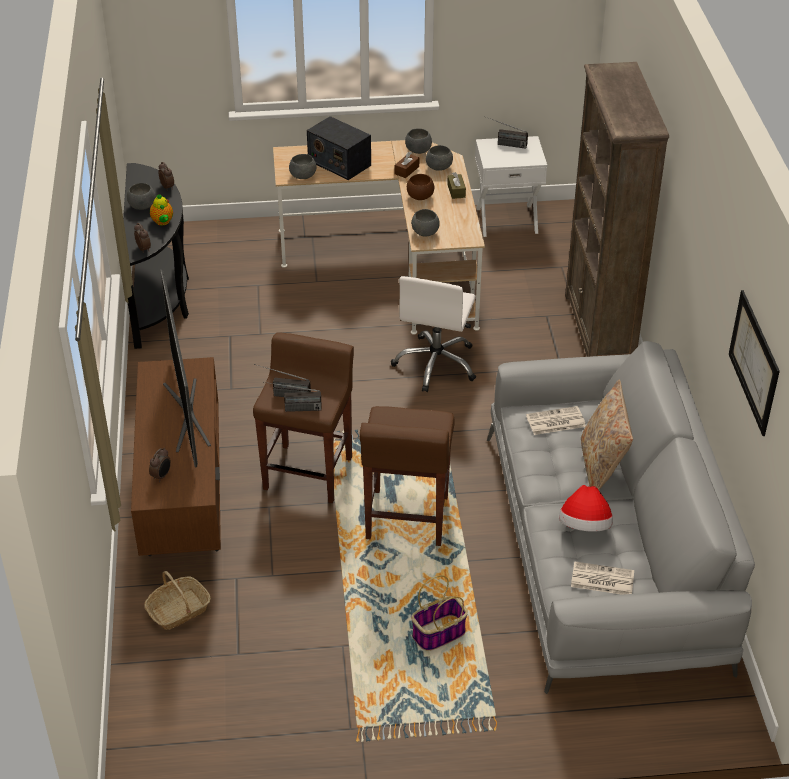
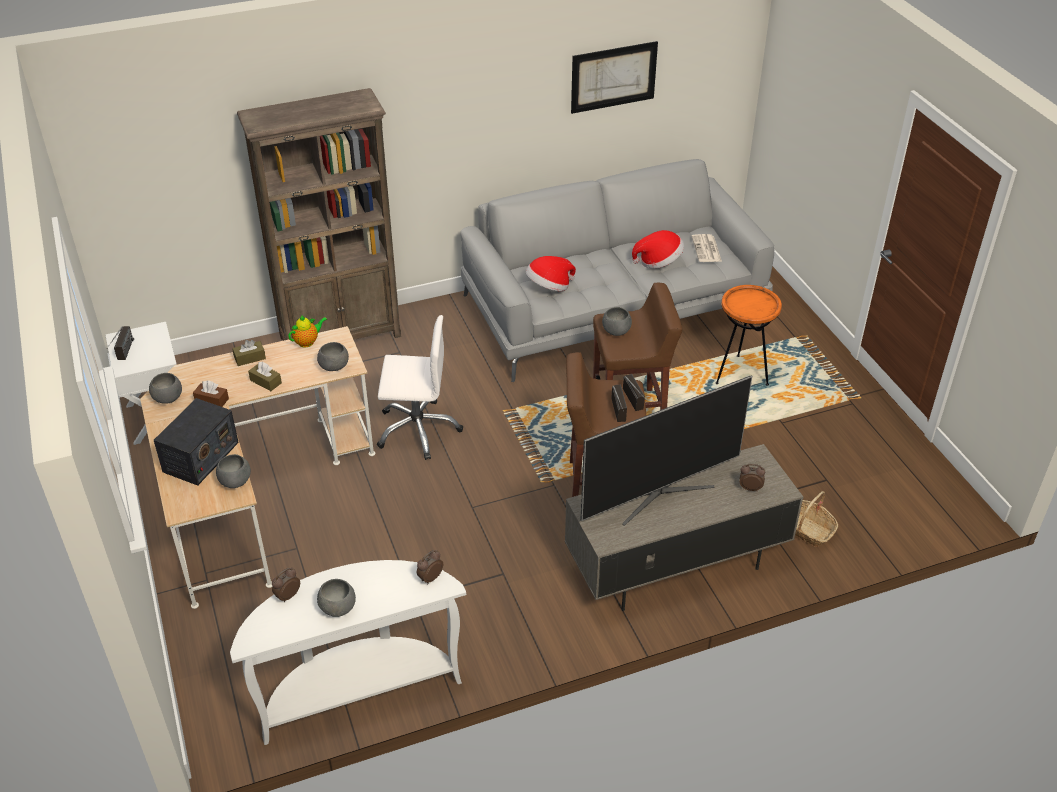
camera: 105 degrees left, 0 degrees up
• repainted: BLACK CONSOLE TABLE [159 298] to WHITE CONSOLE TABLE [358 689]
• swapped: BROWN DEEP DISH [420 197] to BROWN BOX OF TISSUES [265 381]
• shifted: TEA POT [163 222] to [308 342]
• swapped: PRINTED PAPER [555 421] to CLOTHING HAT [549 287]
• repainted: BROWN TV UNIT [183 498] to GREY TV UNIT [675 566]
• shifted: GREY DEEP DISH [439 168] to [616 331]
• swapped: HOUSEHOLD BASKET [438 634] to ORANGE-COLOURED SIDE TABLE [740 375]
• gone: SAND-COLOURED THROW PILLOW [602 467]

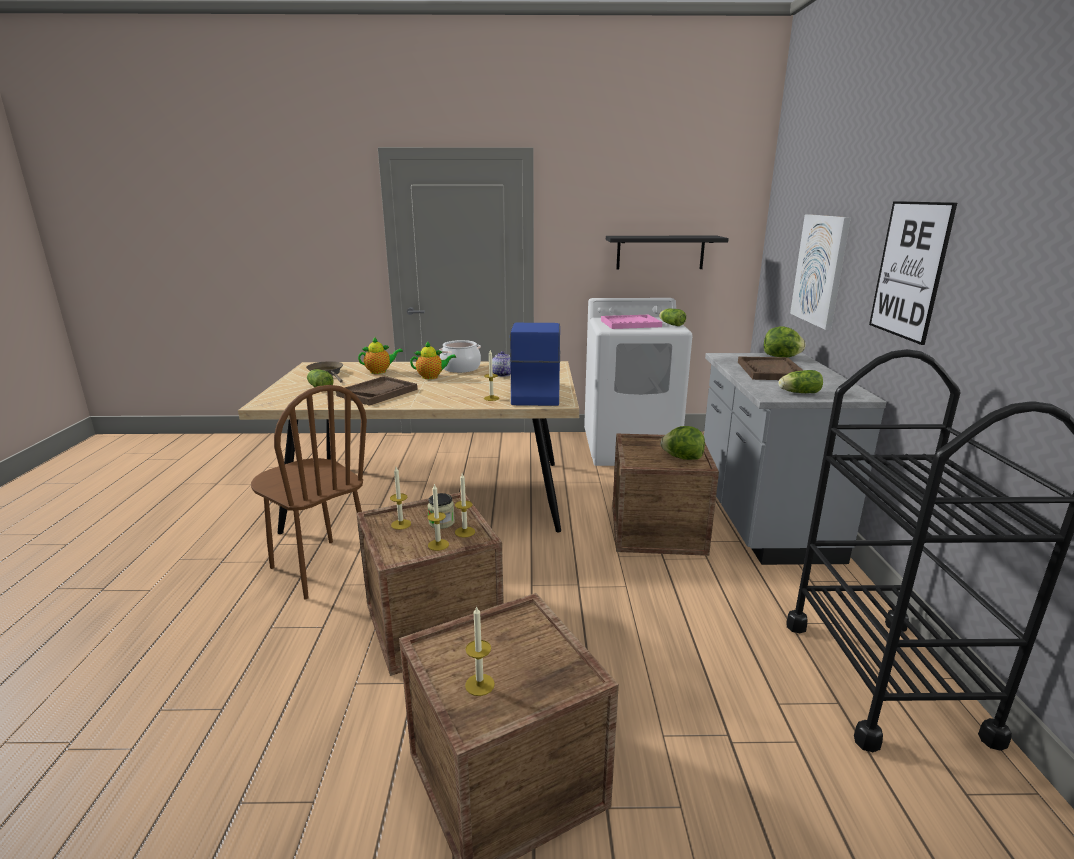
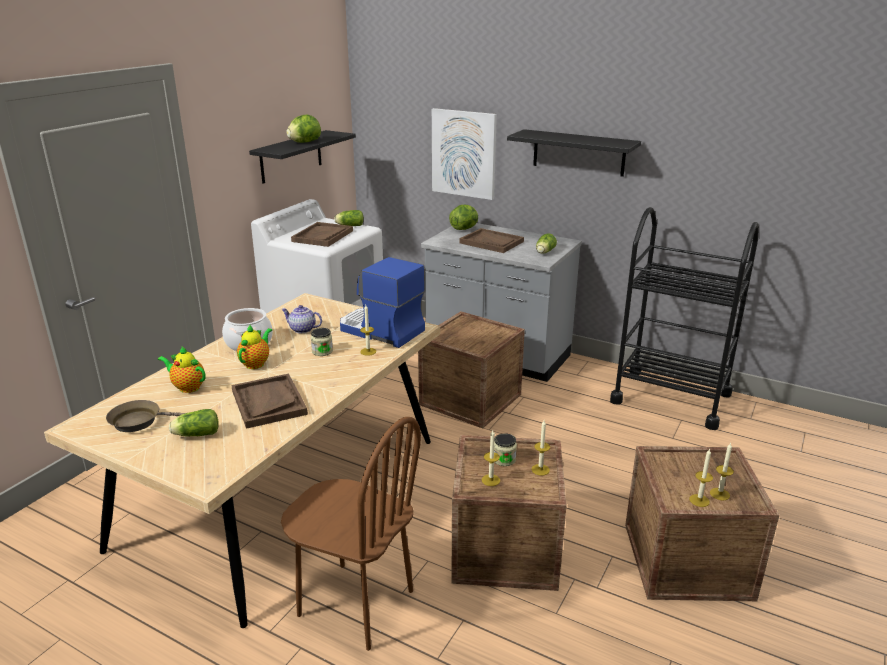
camera: 60 degrees left, 5 degrees up
• rotated: TEA POT [380 371] = [187 387] 75 degrees counterclockwise
• rotated: BROWN UPRIGHT CHAIR [320 567] = [355 604] 45 degrees clockwise
• shifted: HEAD OF LETTUCE [682 458] to [304 142]
• repainted: PINK-COLOURED SERVING TRAY [630 324] to BROWN SERVING TRAY [322 236]
• new: JAR [322 351]
• swapped: PICTURE [909 270] to BLACK SHELF [578 153]
• shifted: CANDLE [465 532] to [699 500]

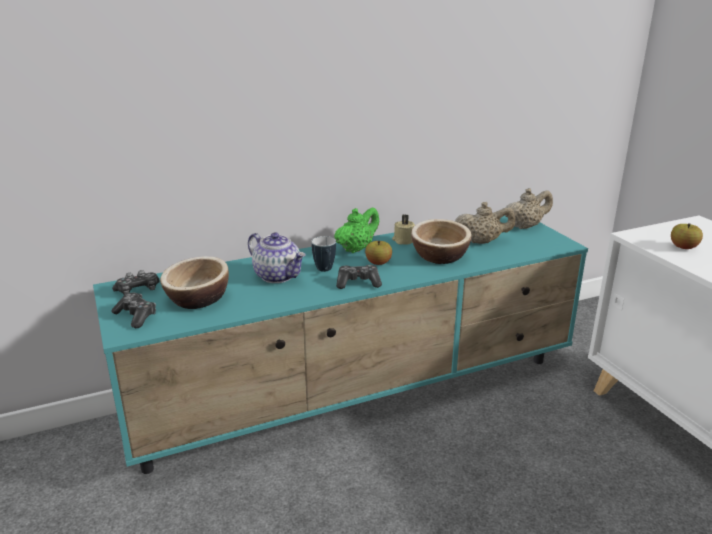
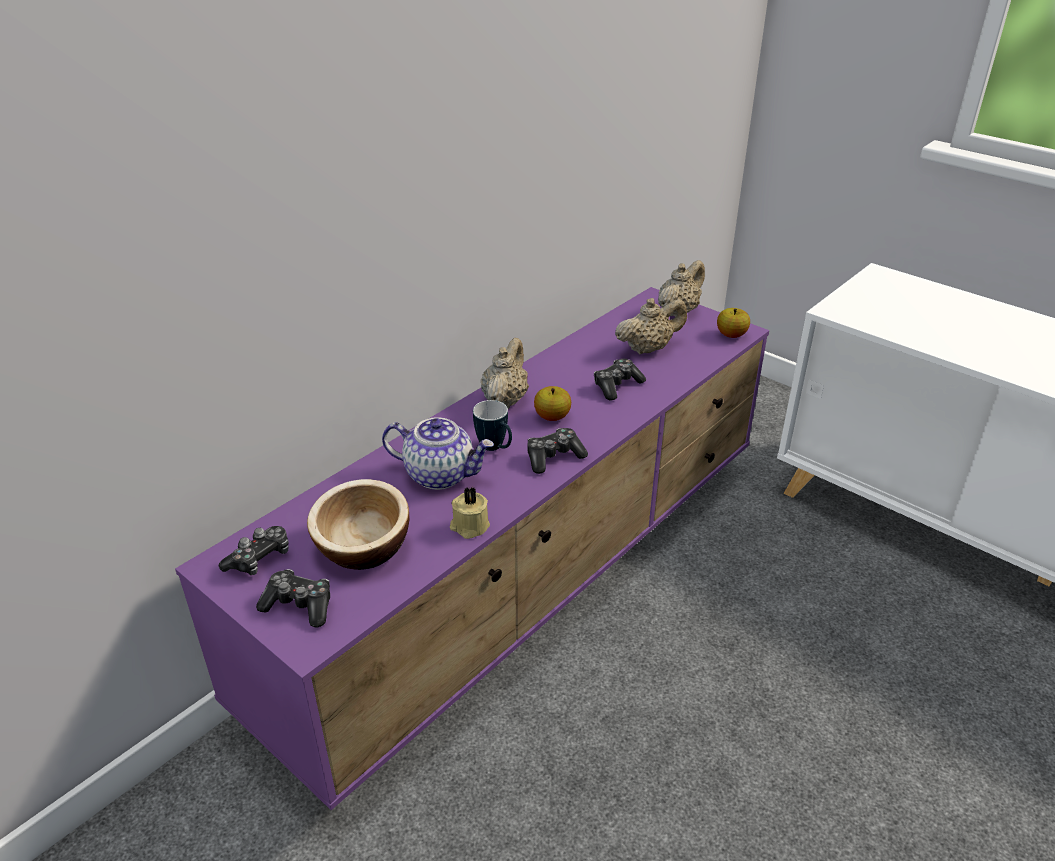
camera: 25 degrees left, 10 degrees up
• repainted: BLUE-GREEN TV UNIT [358 394] to PURPLISH TV UNIT [529 584]
• shifted: SAND-COLOURED CANDLE [403 241] to [469 526]
• repainted: GREENISH TEA POT [356 249] to SAND-COLOURED TEA POT [505 400]
• swapped: DEEP DISH [439 256] to GAME CONTROLLER [617 386]
• shifted: APPLE [683 247] to [731 335]

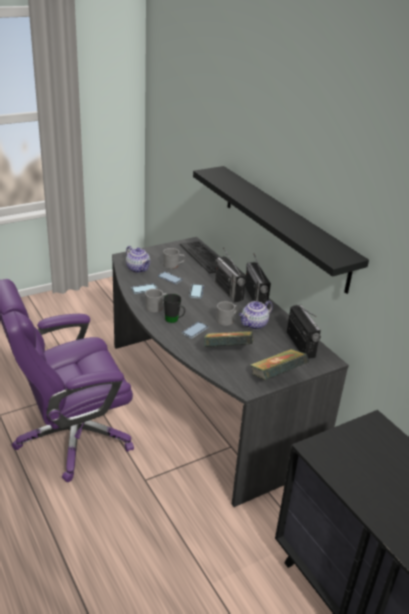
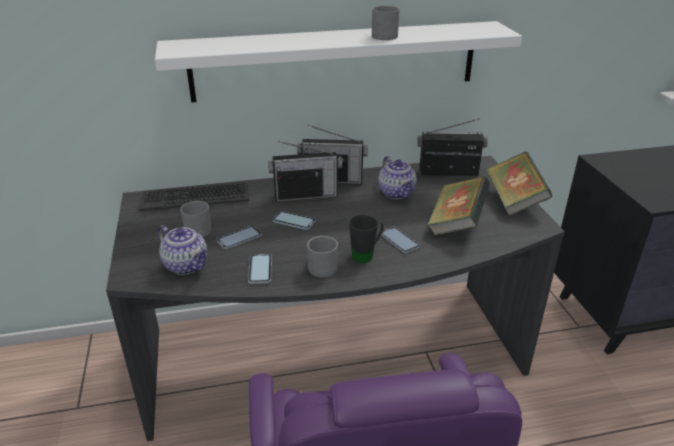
camera: 70 degrees left, 0 degrees up
• repainted: BLACK SHELF [284 226] to WHITE SHELF [335 61]
• rotated: TEA POT [138 269] = [187 266] 60 degrees clockwise
• shifted: GREY MUG [227 320] to [382 35]

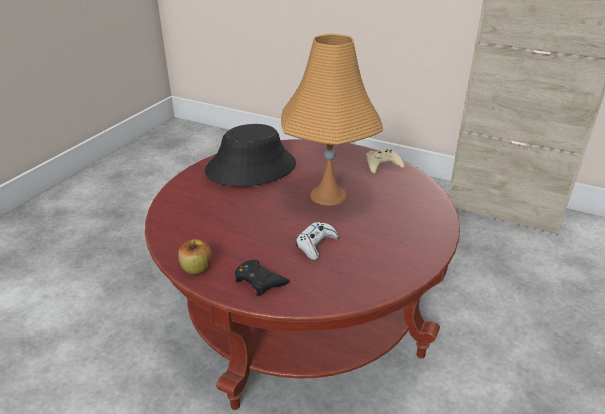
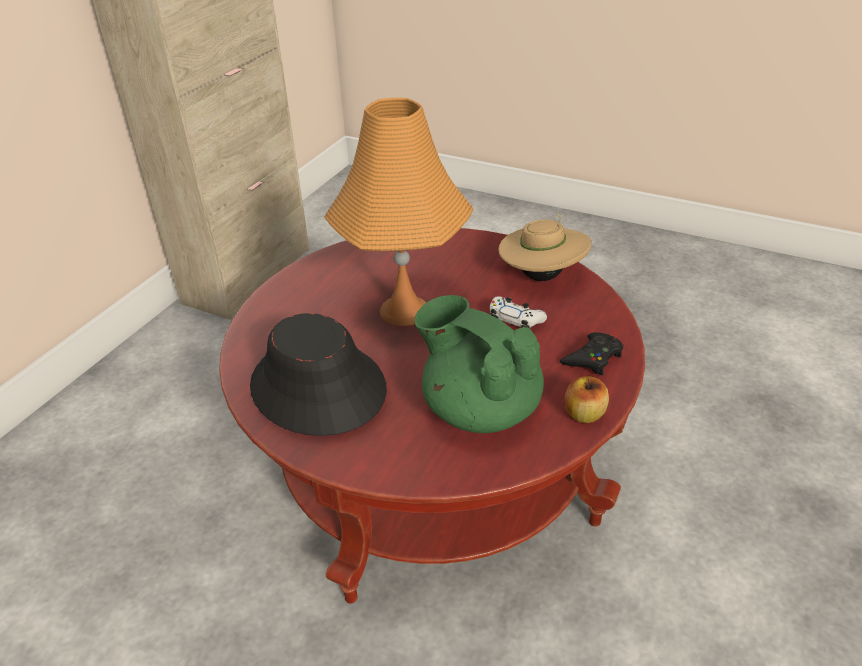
camera: 90 degrees left, 5 degrees up
• new: GREENISH TEA POT [479 408]
• new: SAND-COLOURED CLOTHING HAT [541 276]
• gone: SAND-COLOURED GAME CONTROLLER [382 164]

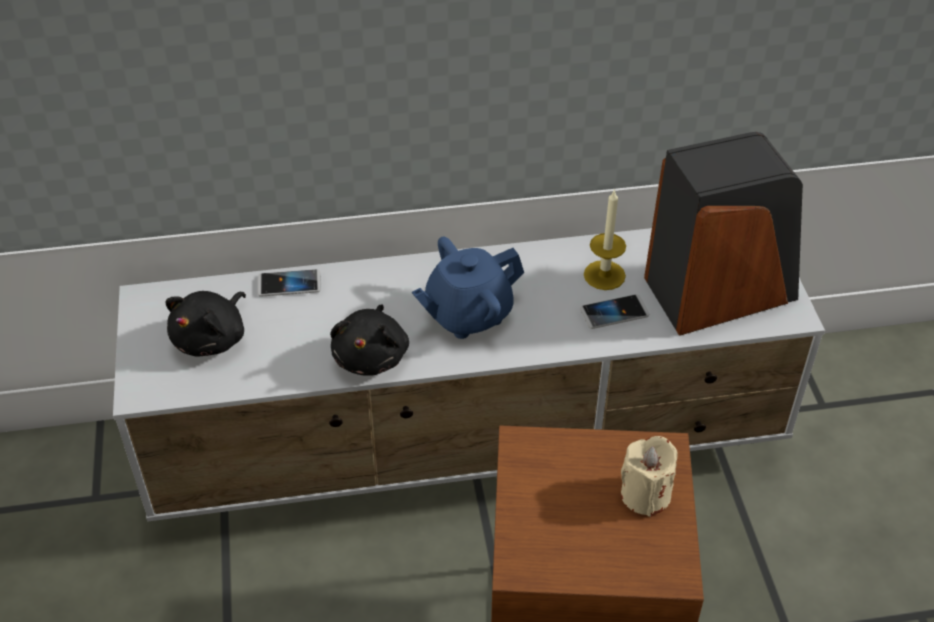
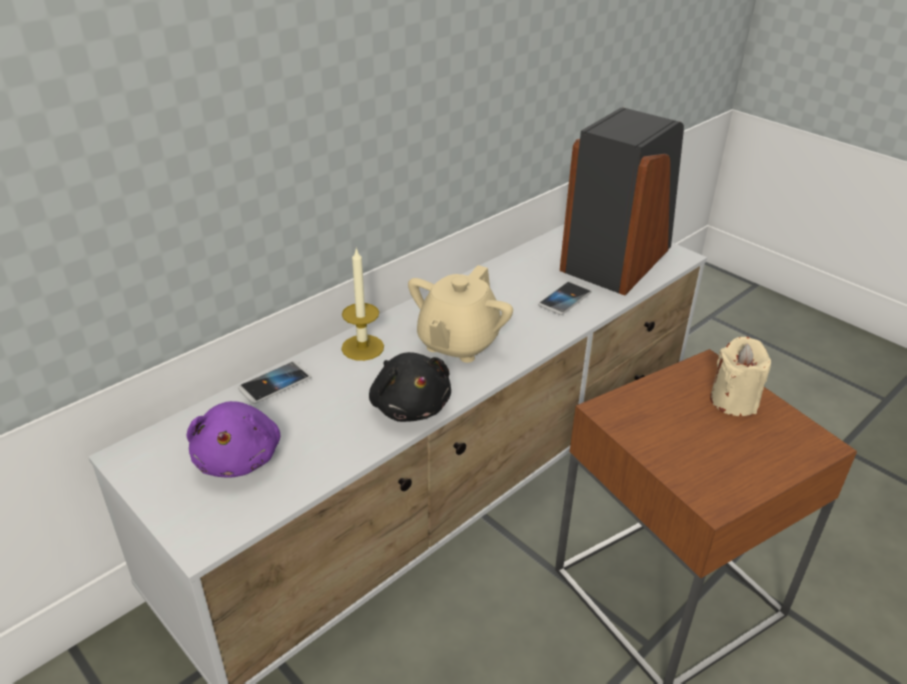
camera: 35 degrees left, 10 degrees down
• repainted: BLACK PLUSH TOY [212 338] to PURPLISH PLUSH TOY [239 458]
• shifted: CANDLE [604 275] to [362 347]
• repainted: BLUE-COLOURED TEA POT [467 314] to SAND-COLOURED TEA POT [458 343]

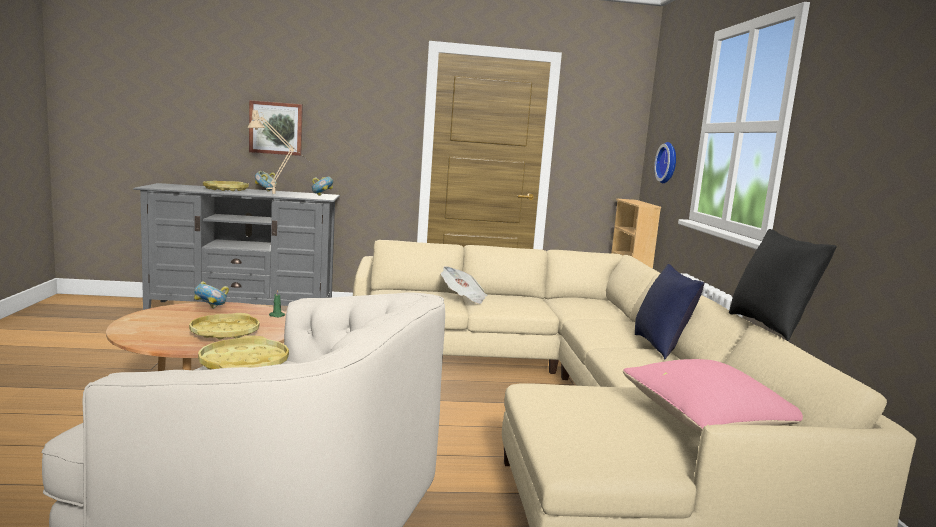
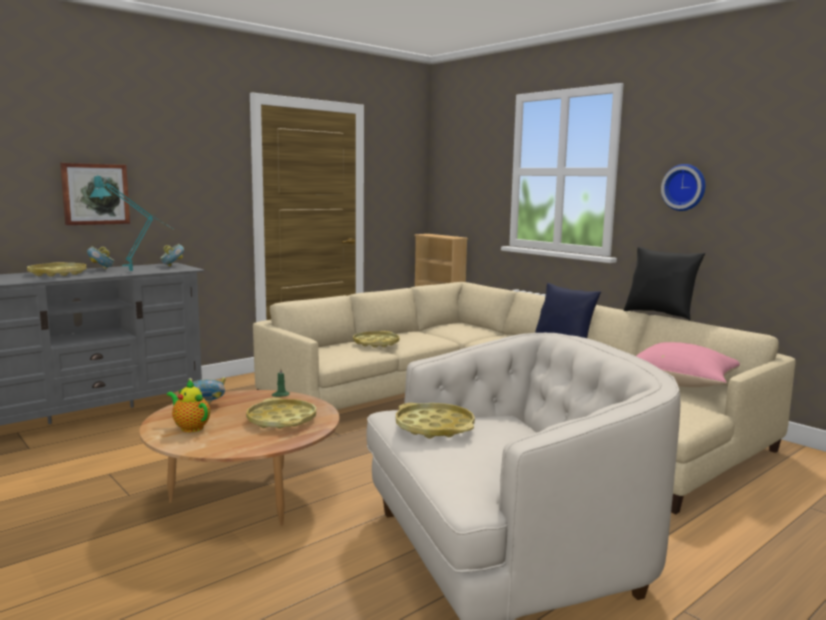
camera: 35 degrees left, 0 degrees up
• repainted: SAND-COLOURED TABLE LAMP [278 195] to BLUE-GREEN TABLE LAMP [136 272]
• new: TEA POT [190 427]
• swapped: PRINTED PAPER [463 298] to YELLOWISH SERVING TRAY [376 343]
• shifted: CLOCK ON THE WALL [668 163] to [684 187]

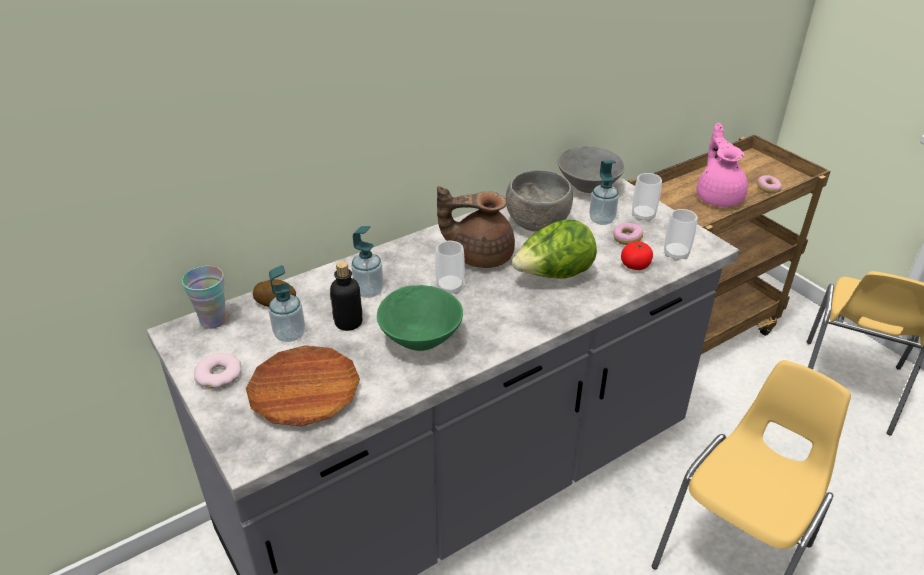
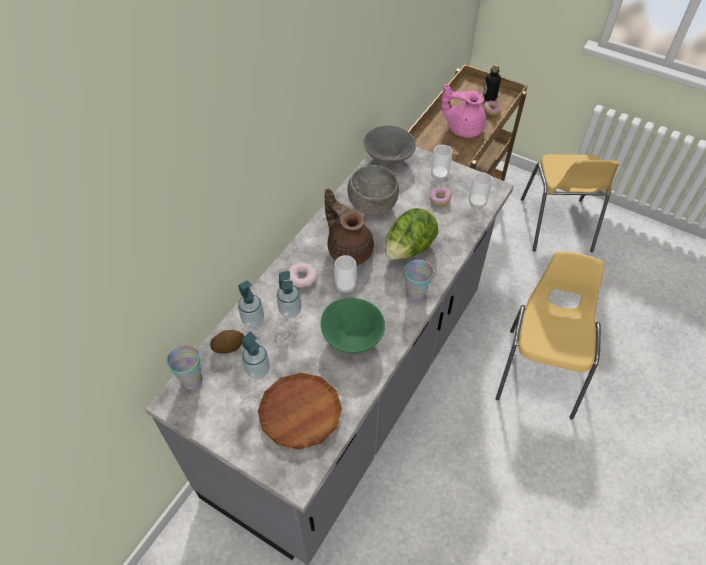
camera: 25 degrees left, 15 degrees up
• shifted: SOAP BOTTLE [601 220] to [253 320]
• shifted: RING DOUGHNUT [219 374] to [302 277]
• rotated: BROWN TEA POT [479 255] = [349 249] 75 degrees clockwise
• new: CUP [415 295]
• rotated: PINK-COLOURED TEA POT [718 197] = [463 128] 45 degrees counterclockwise
• shifted: BEVERAGE BOTTLE [348 322] to [489 97]
• gone: FRESH TOMATO [635 265]

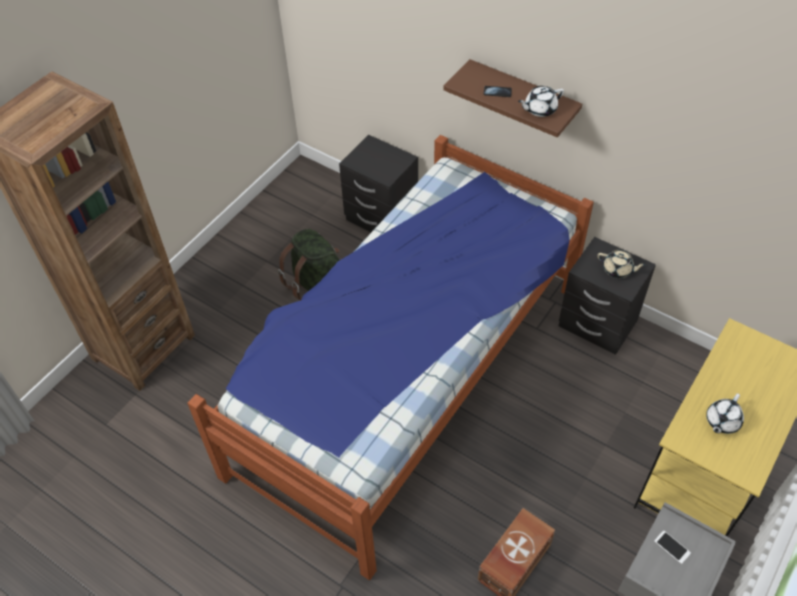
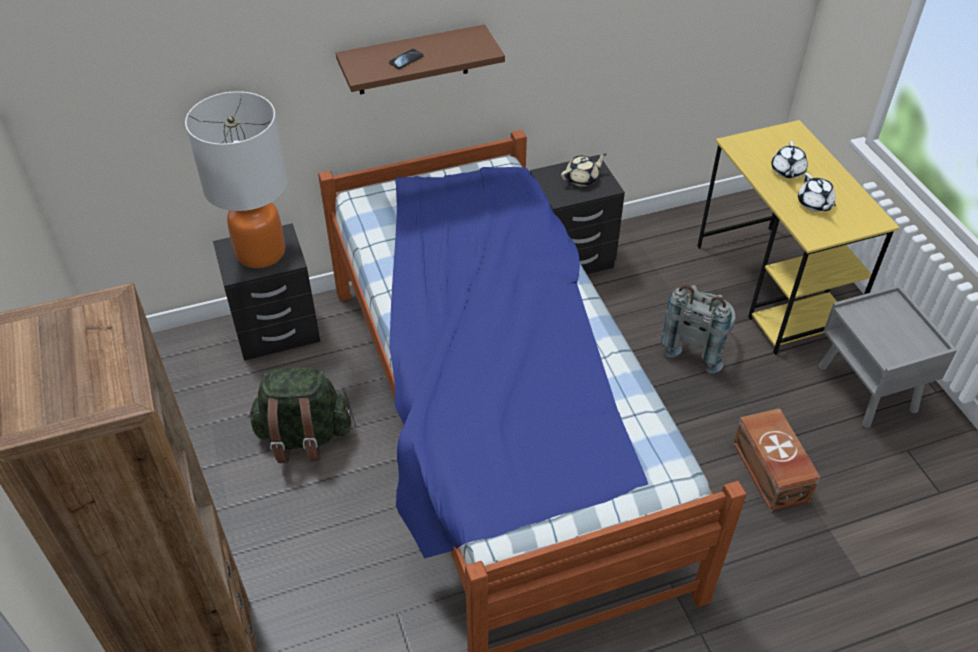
camera: 55 degrees left, 5 degrees down
• new: TABLE LAMP [261 252]
• new: GREY RUCKSACK [696 345]
• shifted: WHITE TEA POT [539 109] to [787 171]
• gone: TELEPHONE [672 547]

